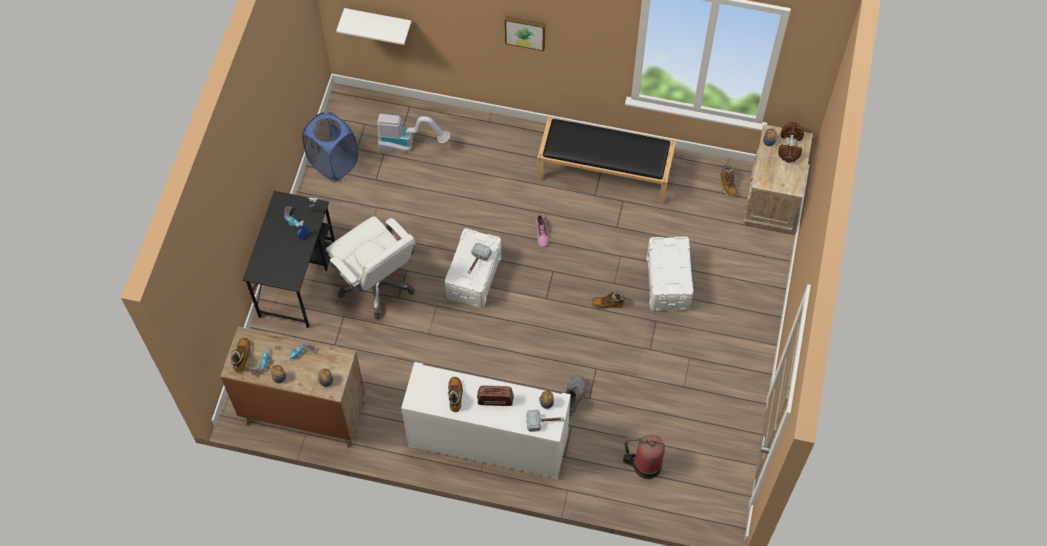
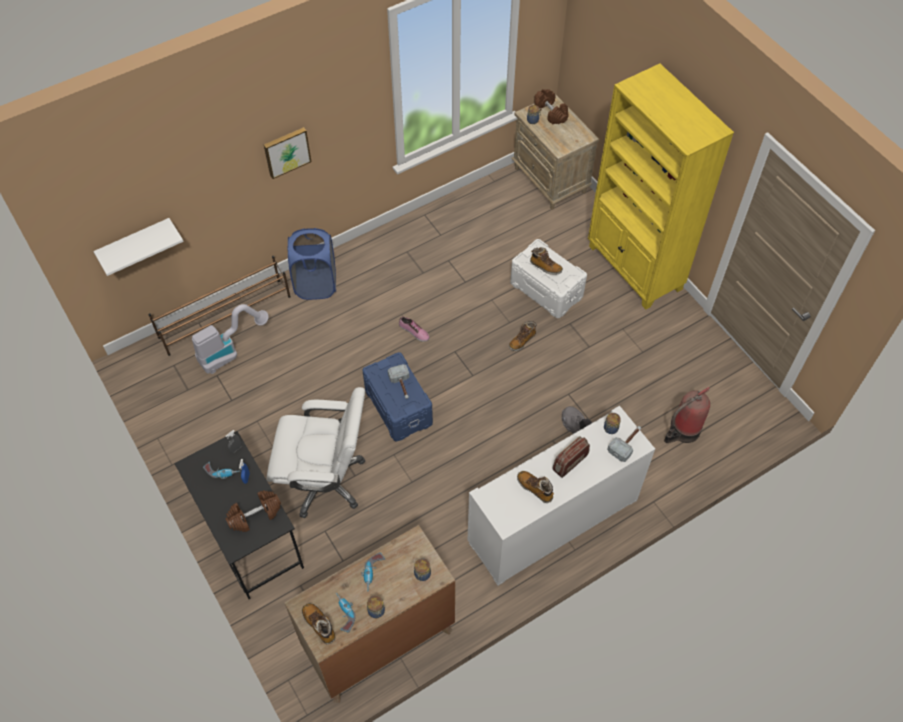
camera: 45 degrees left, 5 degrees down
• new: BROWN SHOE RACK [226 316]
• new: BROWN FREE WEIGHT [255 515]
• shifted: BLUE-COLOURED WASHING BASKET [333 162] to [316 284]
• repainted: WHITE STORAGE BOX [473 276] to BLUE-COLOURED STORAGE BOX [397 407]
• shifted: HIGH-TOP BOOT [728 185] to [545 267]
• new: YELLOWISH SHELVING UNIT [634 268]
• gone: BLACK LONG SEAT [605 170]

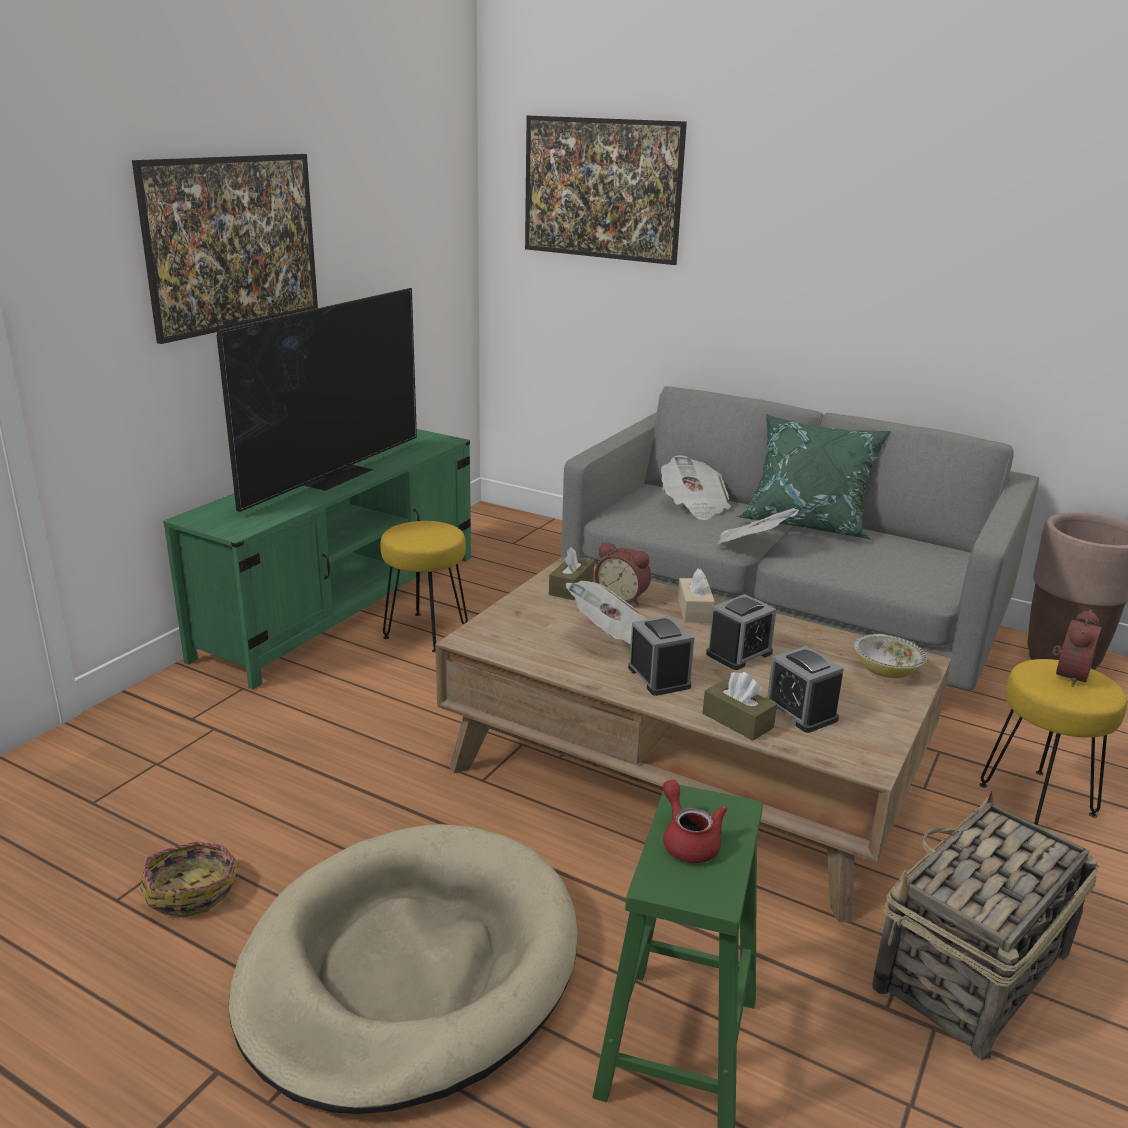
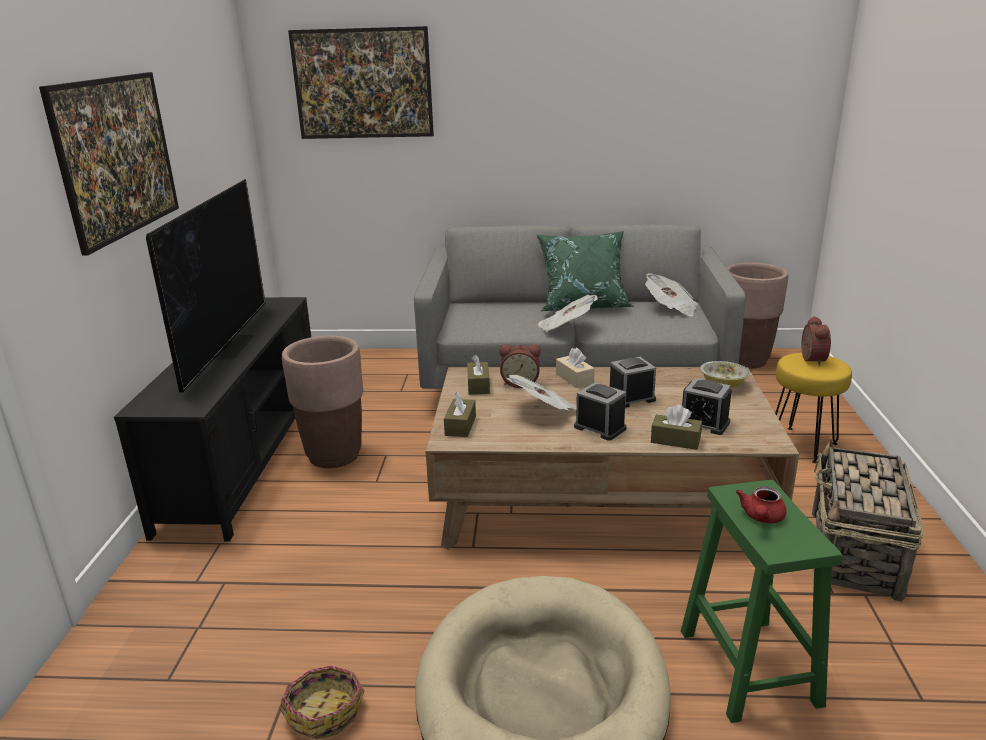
camera: 25 degrees left, 0 degrees up
• repainted: GREENISH TV UNIT [344 604] to BLACK TV UNIT [247 454]
• swapped: YELLOWISH STOOL [427 632] to BROWN PLANT POT [334 455]
• new: BROWN BOX OF TISSUES [460 426]
• rotated: TABLE CLOCK [739 653] = [631 398] 135 degrees counterclockwise
• shifted: PRINTED PAPER [694 506] to [671 308]
• rotated: RED-COLOURED TEA POT [688 840] = [761 517] 105 degrees counterclockwise

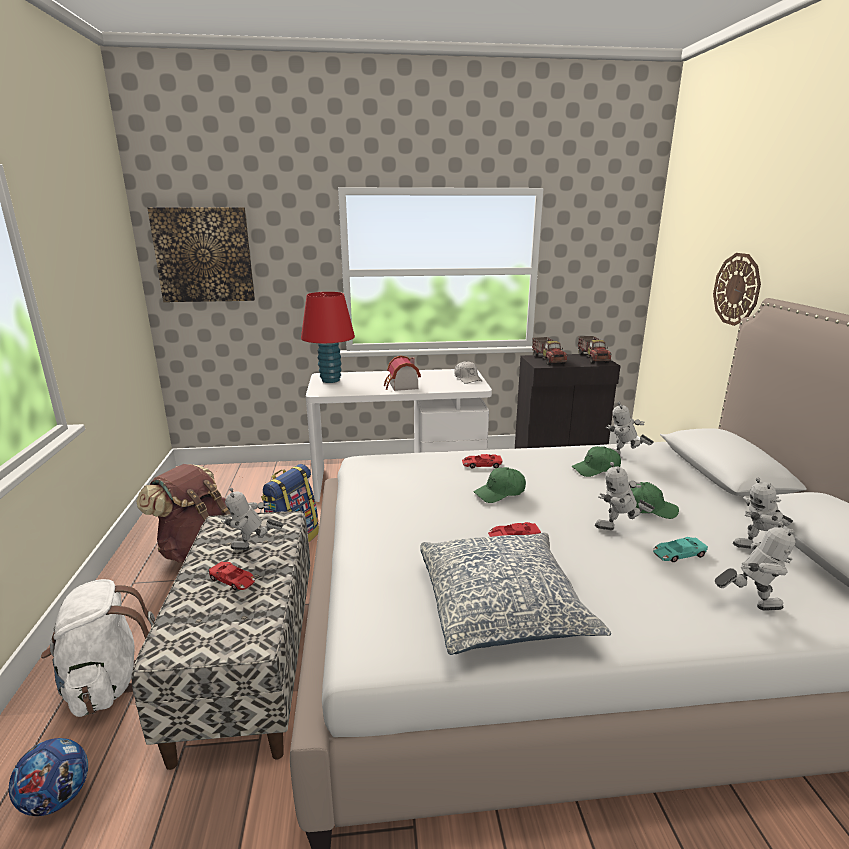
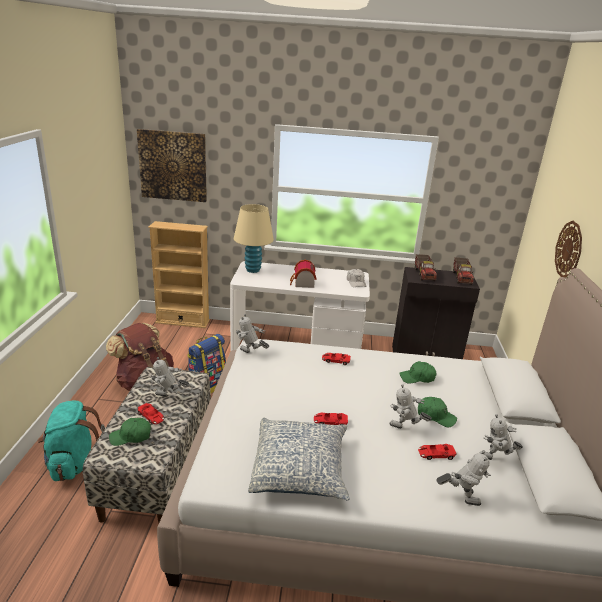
camera: 10 degrees right, 5 degrees up
• repainted: WHITE RUCKSACK [107 683] to BLUE-GREEN RUCKSACK [74 463]
• shifted: GREENISH BASEBALL CAP [500 493] to [131 436]
• new: SAND-COLOURED SHELVING UNIT [183 321]
• repainted: RED-COLOURED TABLE LAMP [330 380] to SAND-COLOURED TABLE LAMP [253 270]
• shifted: TOY ROBOT [624 457] to [250 354]
• repainted: BLUE-GREEN MINIATURE CAR [678 554] to RED-COLOURED MINIATURE CAR [435 454]
• gone: BALL FOR FOOTBALL [57 798]

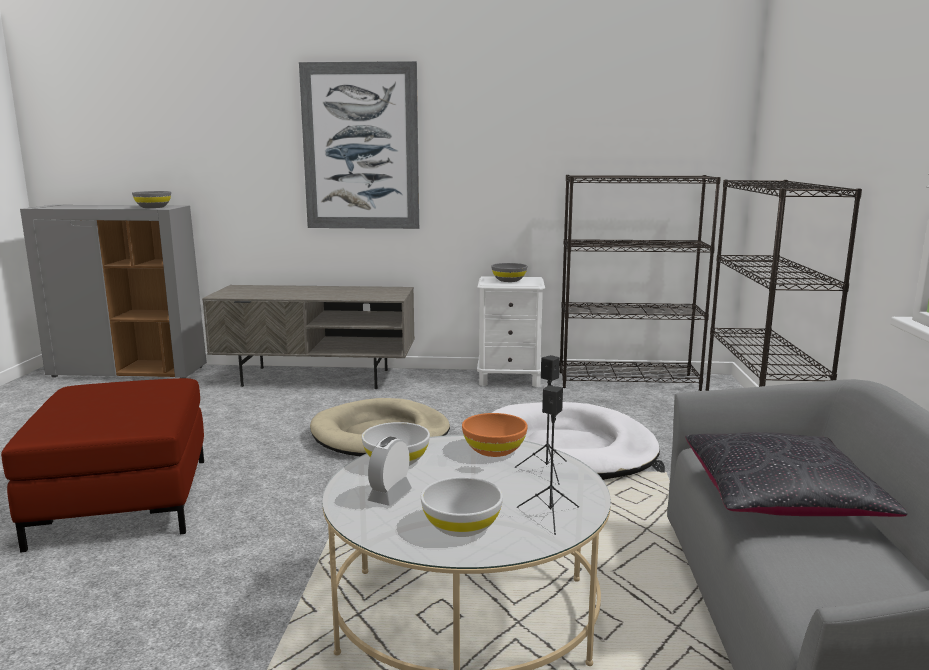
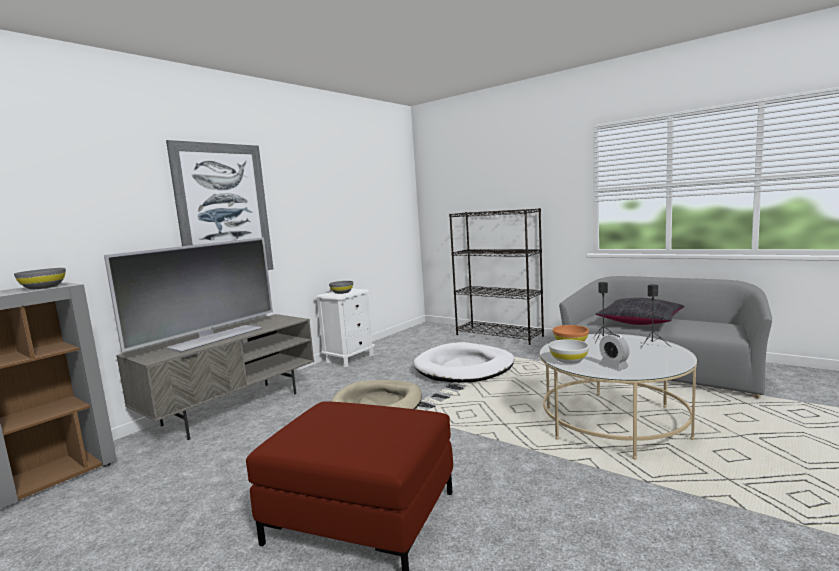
camera: 55 degrees left, 5 degrees down
• new: TV [214 338]
• gone: WHITE DEEP DISH [461 526]
• gone: BLACK SHELVING UNIT [628 381]

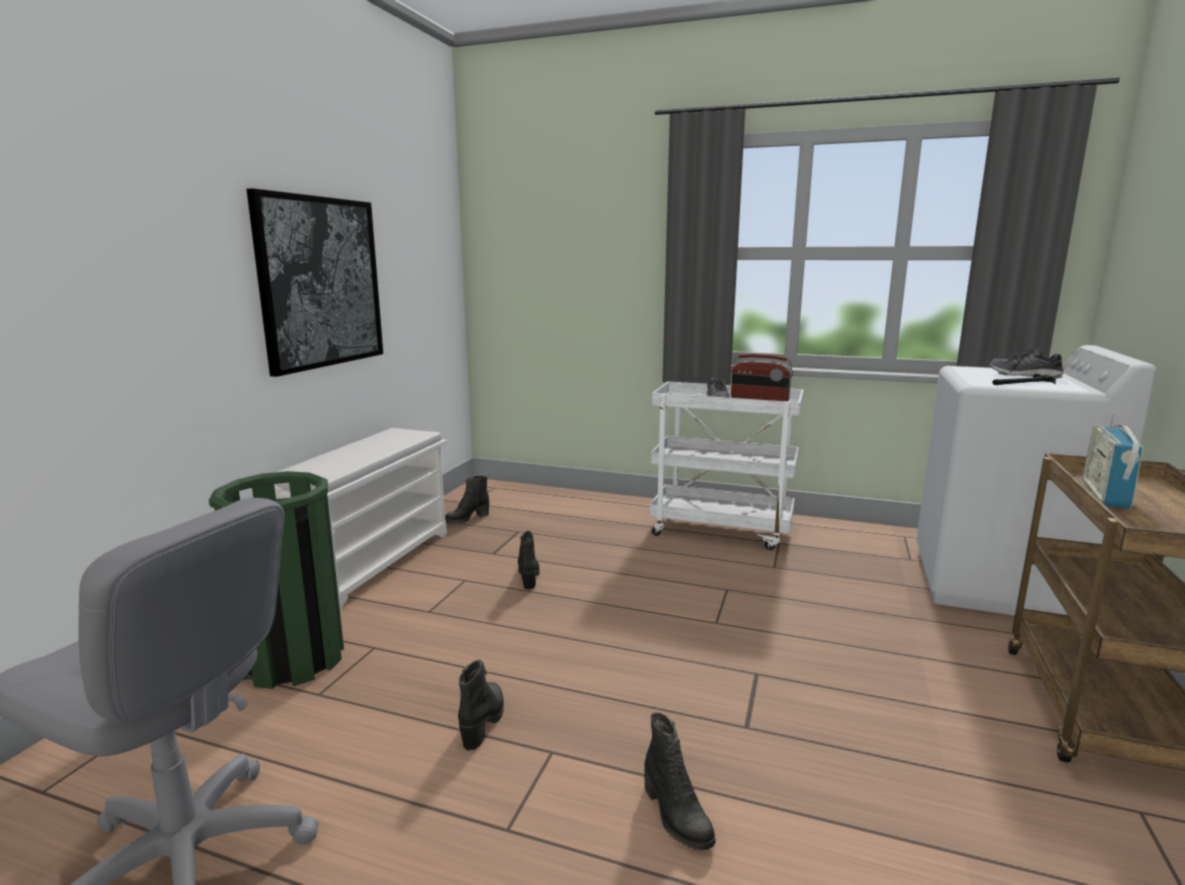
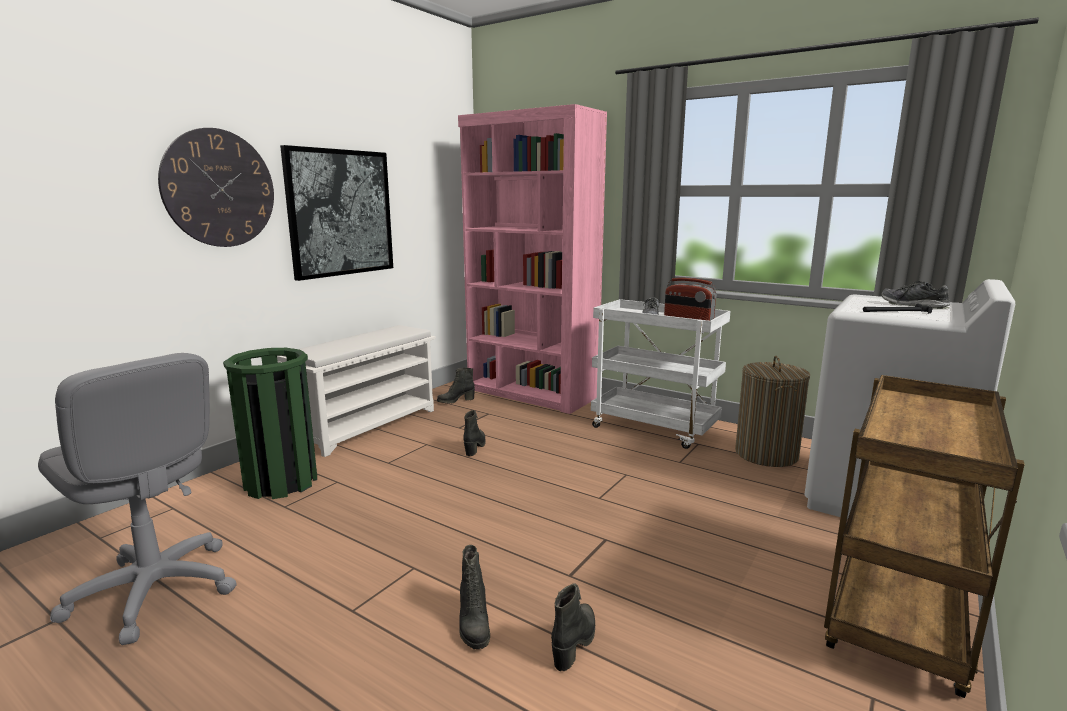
camera: 15 degrees right, 0 degrees up
• new: CLOCK ON THE WALL [219 188]
• new: PINK-COLOURED SHELVING UNIT [531 393]
• shifted: BLACK HIGH-TOP BOOT [483 722] to [575 642]
• new: WASHING BASKET [766 454]
• gone: RADIO RECEIVER [1105 494]

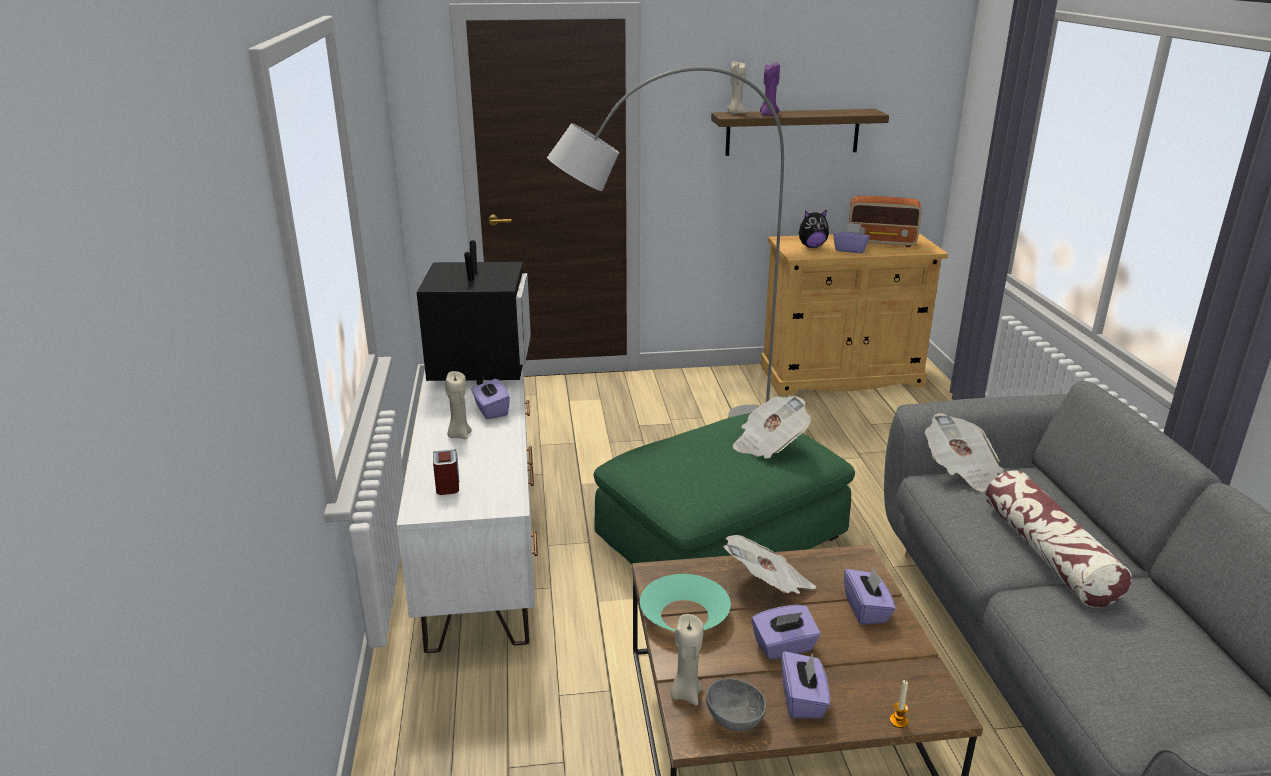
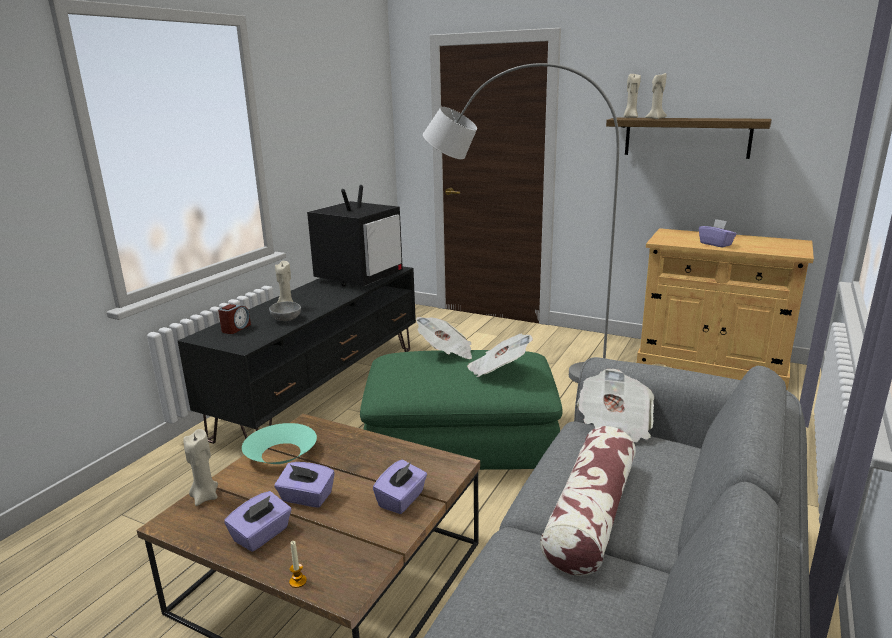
camera: 35 degrees right, 5 degrees down
• repainted: WHITE TV UNIT [481 531] to BLACK TV UNIT [323 389]
• shifted: GREY DEEP DISH [735 717] to [287 319]
• shifted: PRINTED PAPER [768 585] to [446 352]
• repainted: PURPLISH CANDLE [768 115] to SAND-COLOURED CANDLE [655 118]
• gone: PURPLISH BOX OF TISSUES [491 410]
• gone: PLUSH TOY [811 246]
• gone: RADIO RECEIVER [882 242]

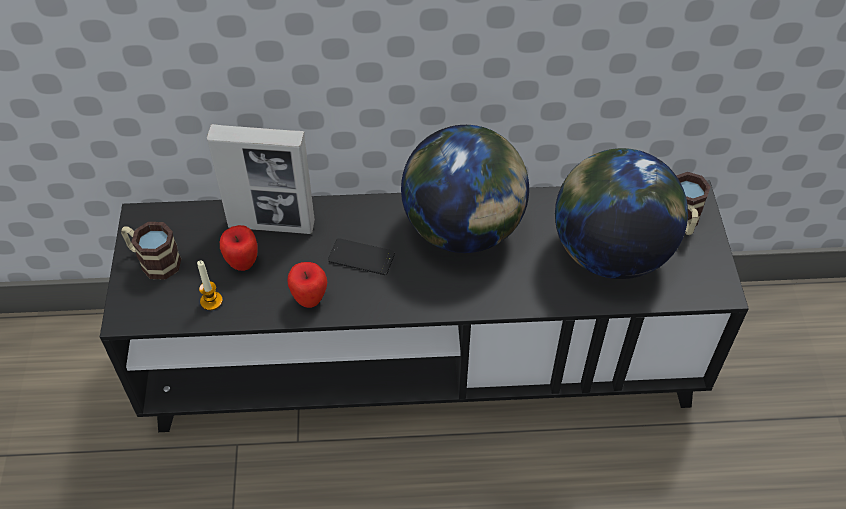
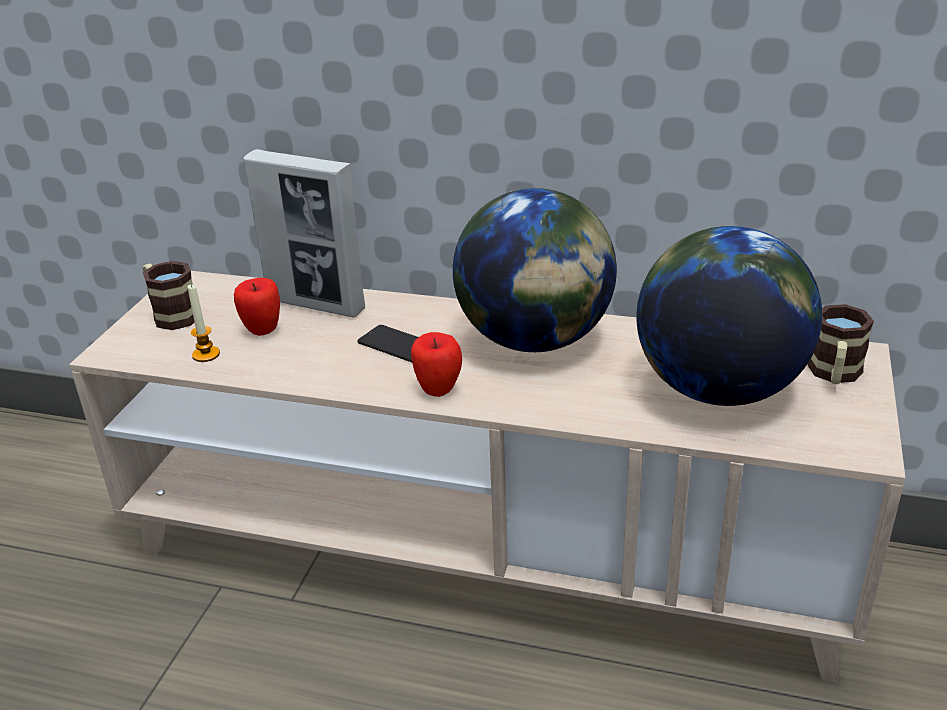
camera: 20 degrees right, 20 degrees down
• repainted: BLACK TV UNIT [423 363] to SAND-COLOURED TV UNIT [482 552]
• shifted: APPLE [309 299] to [438 390]

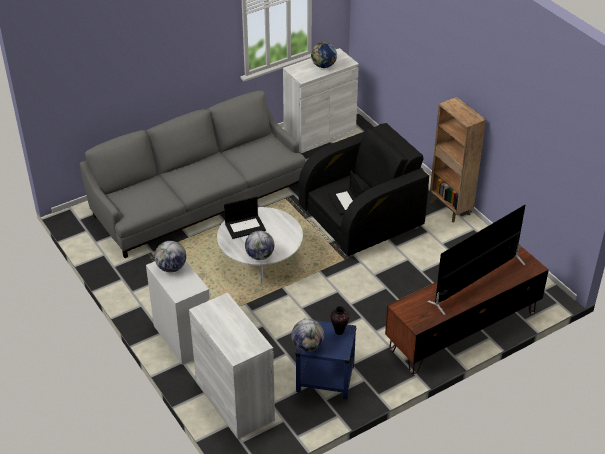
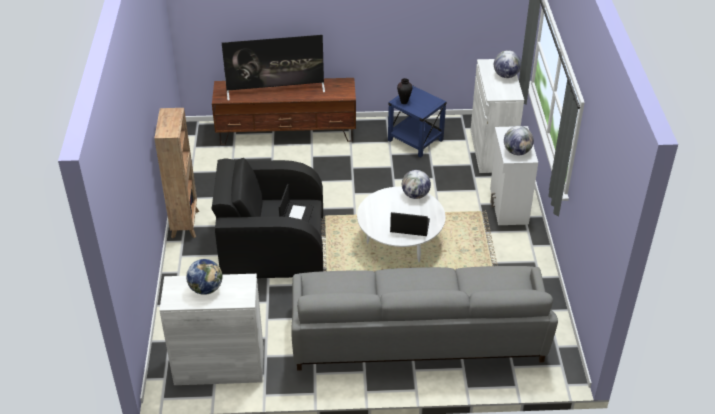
camera: 150 degrees left, 0 degrees up
• shifted: GLOBE [307 346] to [506 75]

